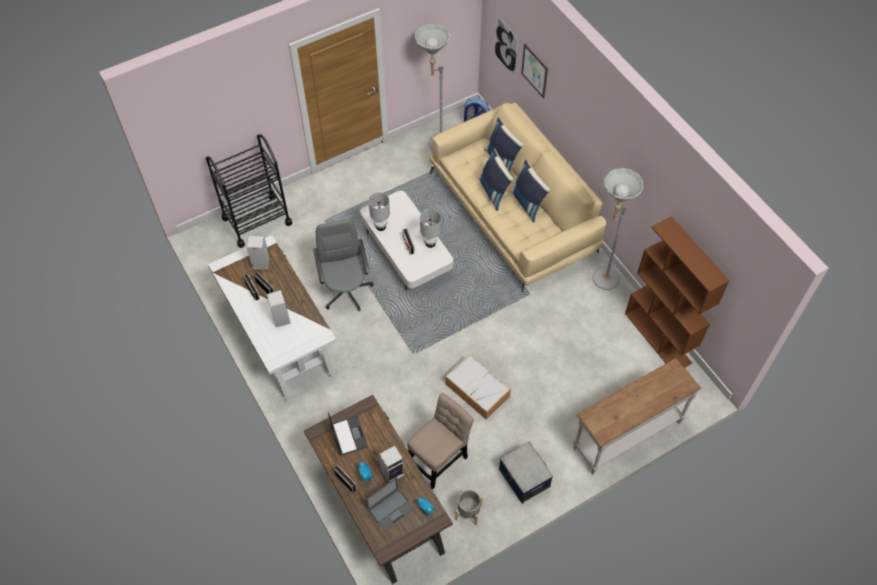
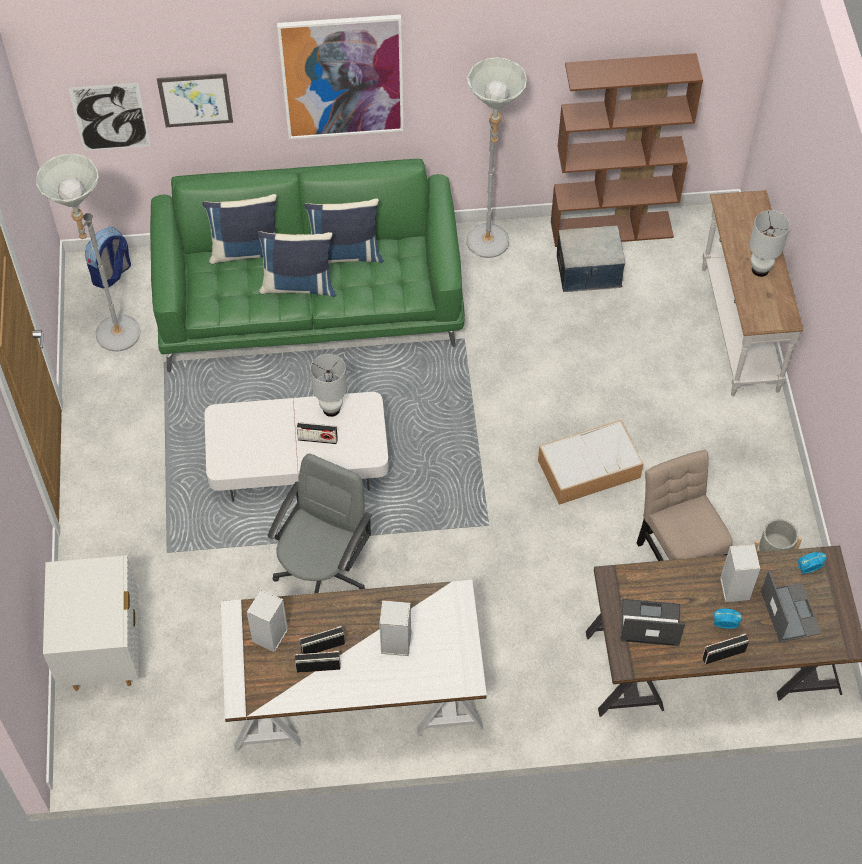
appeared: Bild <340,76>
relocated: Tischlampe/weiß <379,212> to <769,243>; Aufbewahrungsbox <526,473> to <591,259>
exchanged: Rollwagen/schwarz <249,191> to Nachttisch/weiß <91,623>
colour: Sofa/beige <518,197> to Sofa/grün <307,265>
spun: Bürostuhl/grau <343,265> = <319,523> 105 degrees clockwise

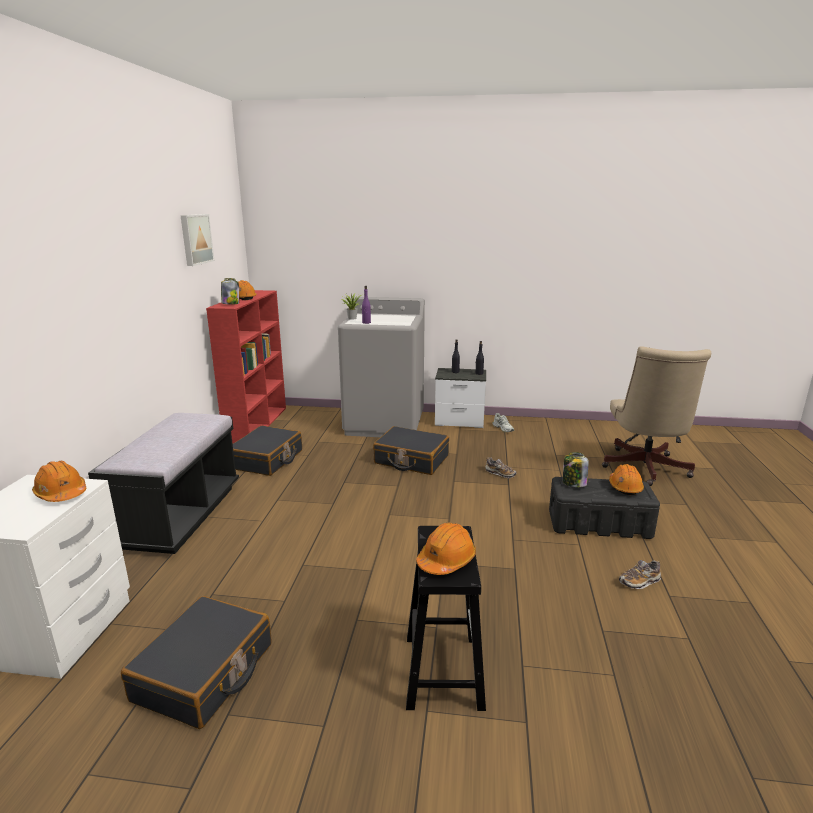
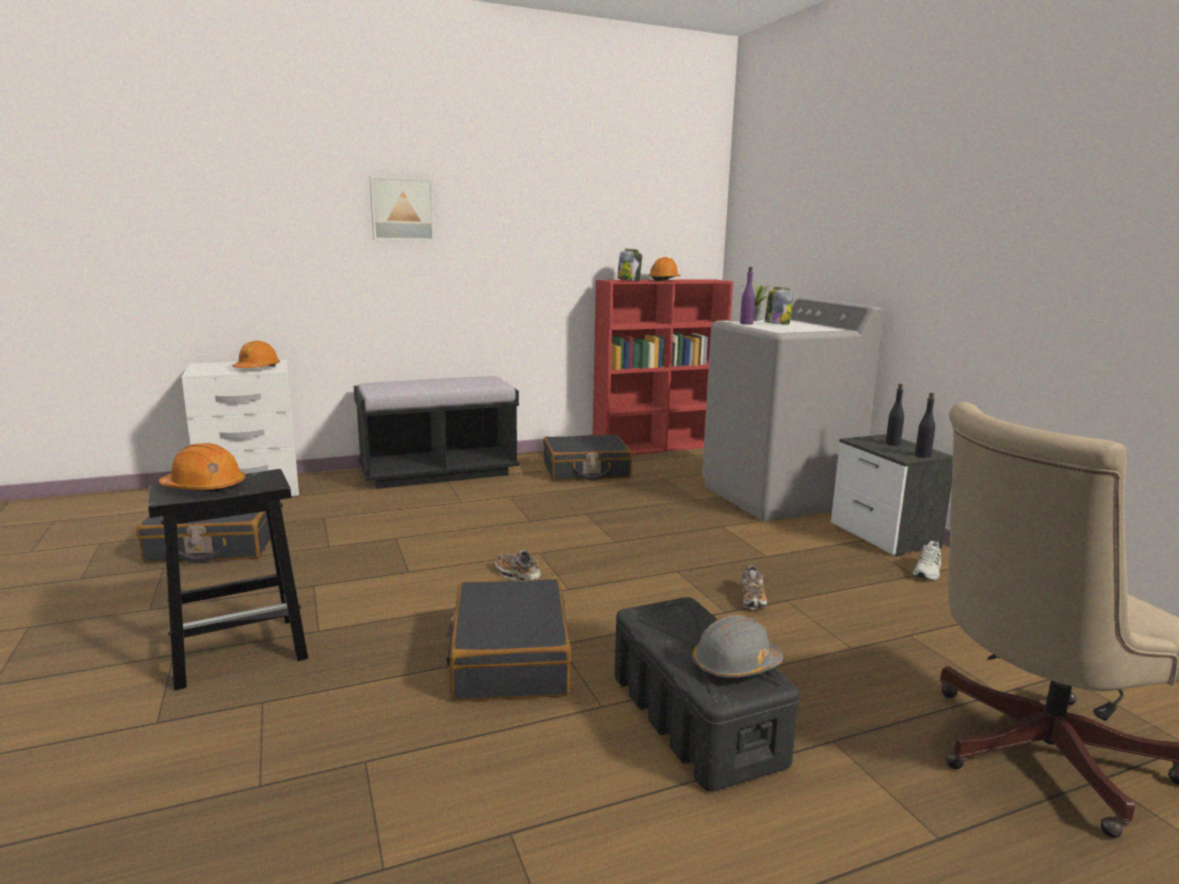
relocated: Bild <197,240> to <402,208>; Koffer/schwarz <411,450> to <509,640>; Vorratsglas <575,469> to <779,306>; Schuh <640,574> to <517,565>
colour: Schutzhelm/orange <626,479> to Schutzhelm/grau <737,646>

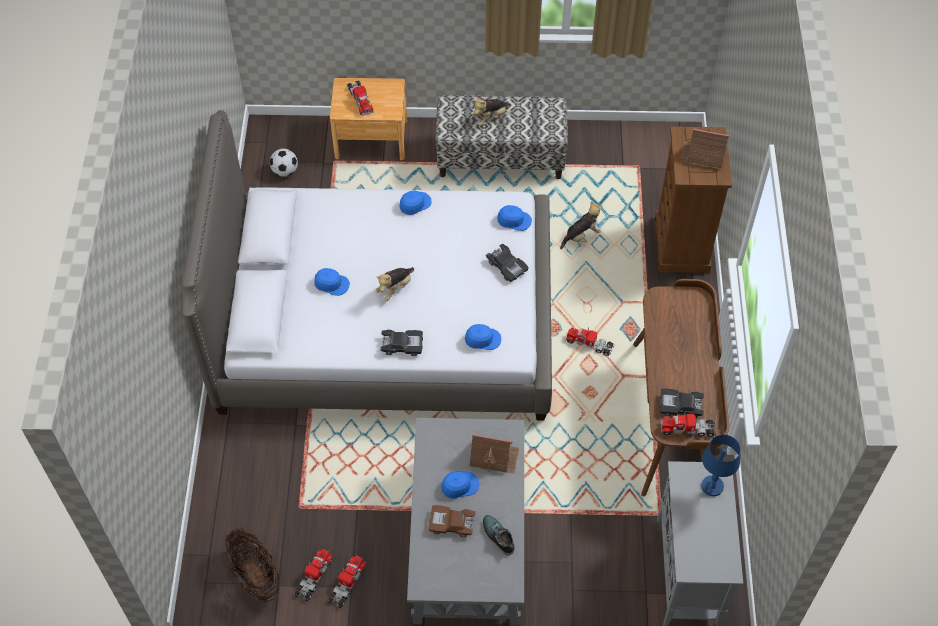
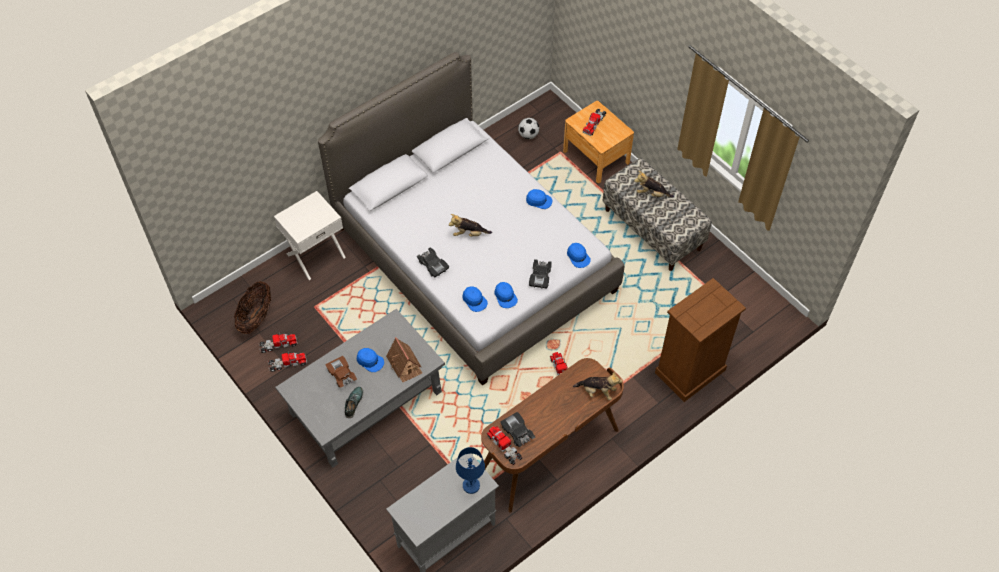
missing: Spielzeughaus <704,148>
appeared: Nachttisch/weiß <310,235>
relocated: Kappe/blau <332,282> to <506,295>; Plüschtier <581,225> to <597,385>

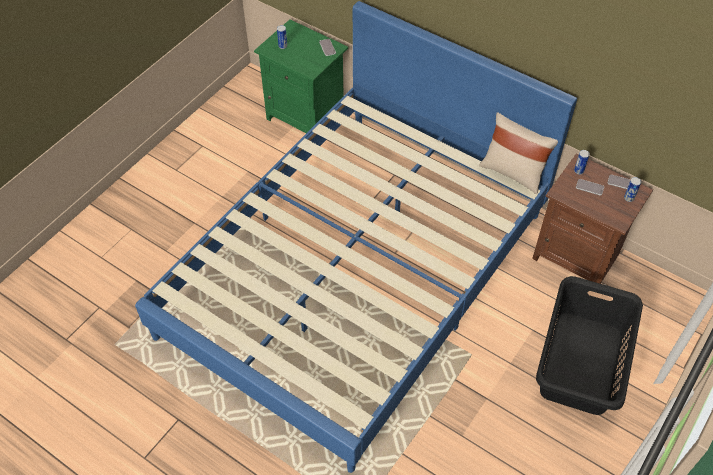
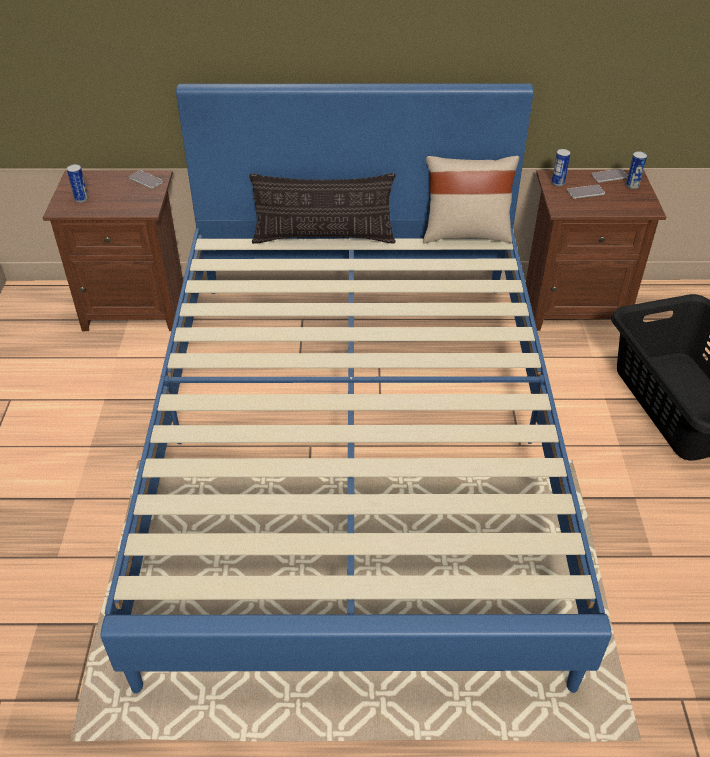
appeared: Kissen <323,208>
colour: Nachttisch/grün <301,76> to Nachttisch/braun <113,251>

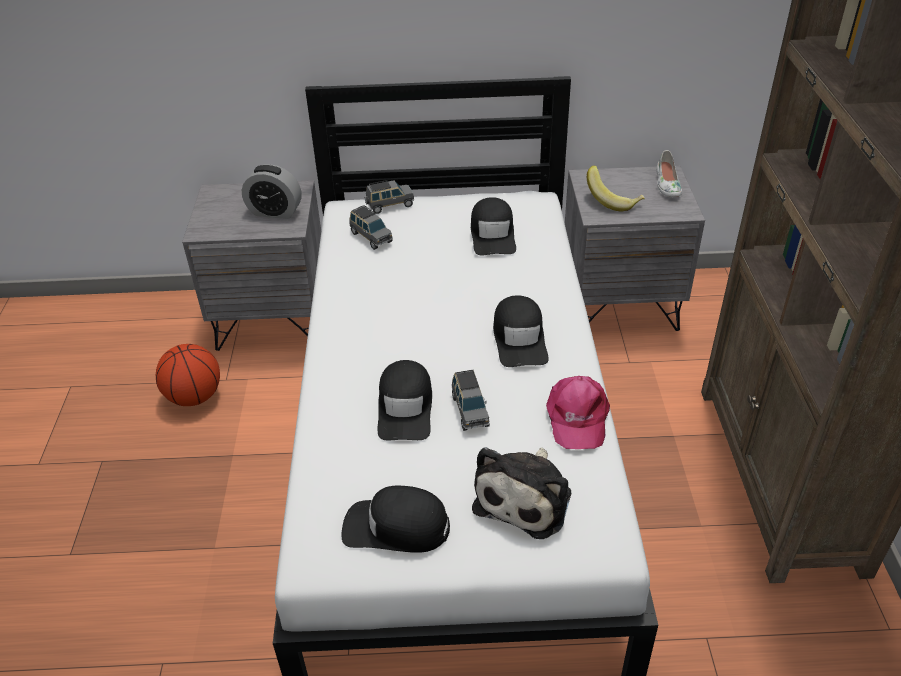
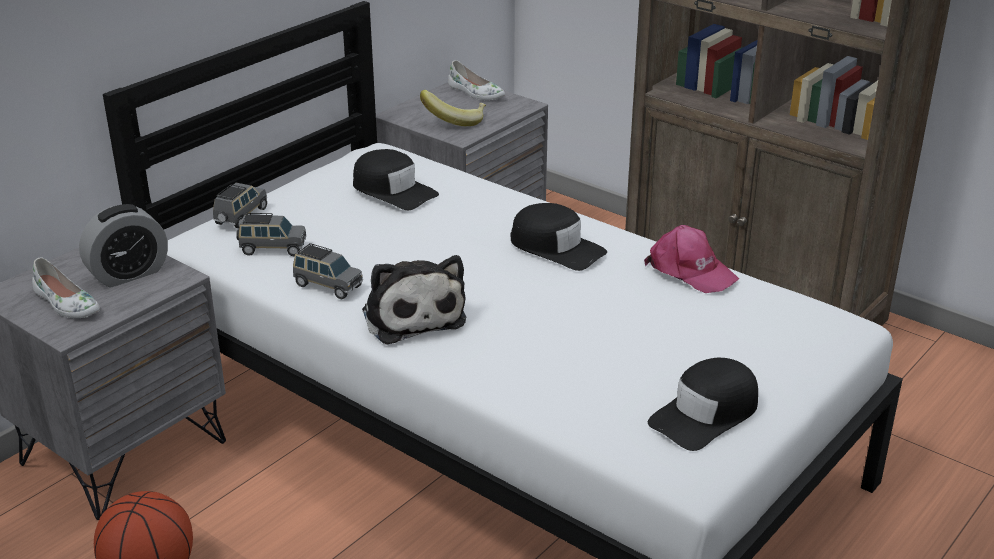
missing: Kappe/schwarz <405,400>
appeared: Schuh/weiß <66,287>
relocated: Spielzeugauto/grau <471,400> to <328,271>; Plüschtier <521,493> to <414,300>

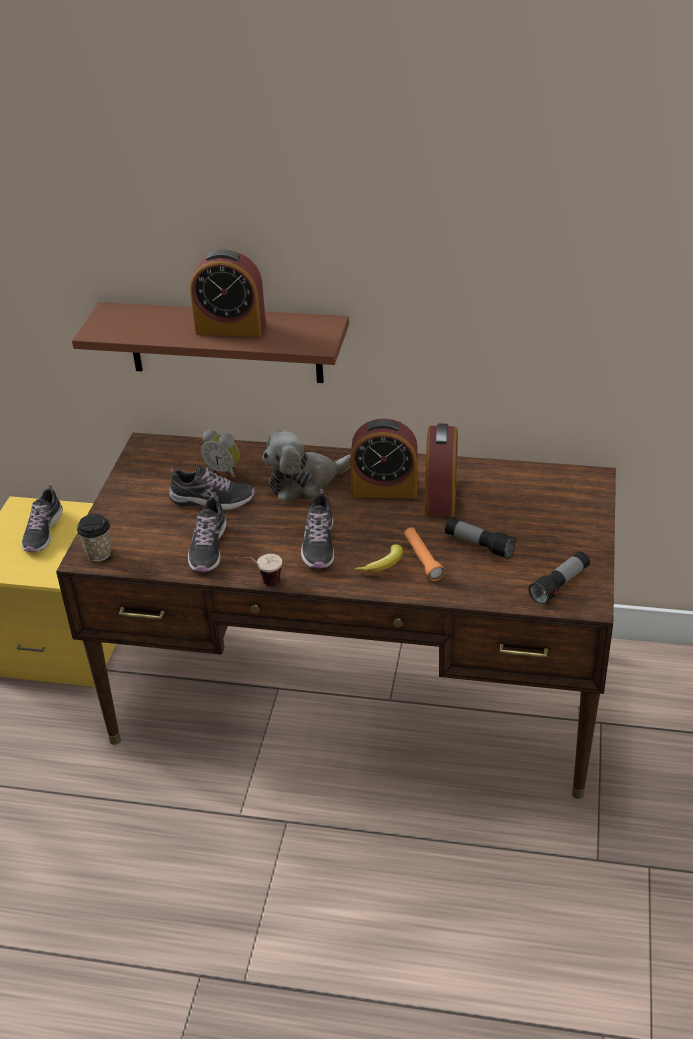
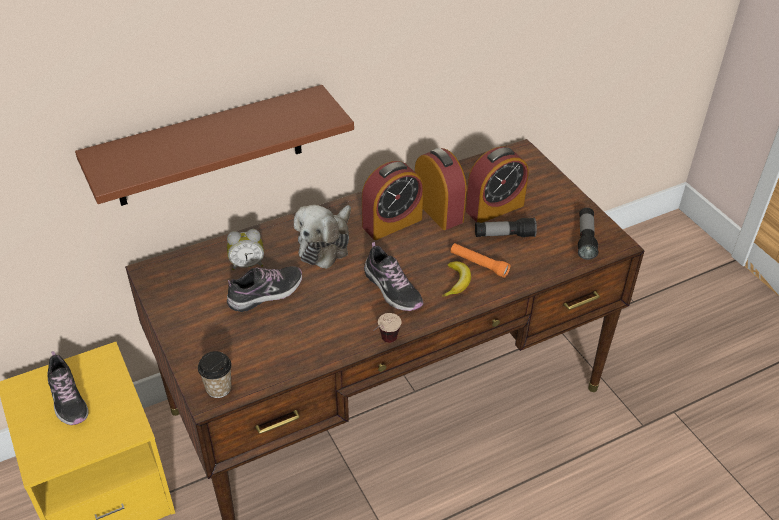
missing: Schuh <207,532>
relocated: Wecker <228,293> to <496,184>

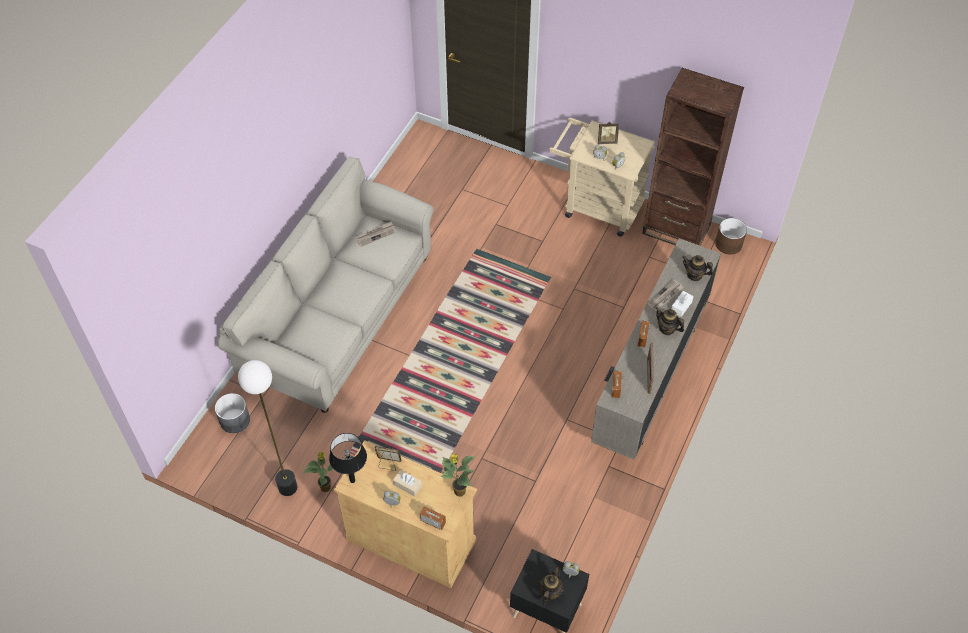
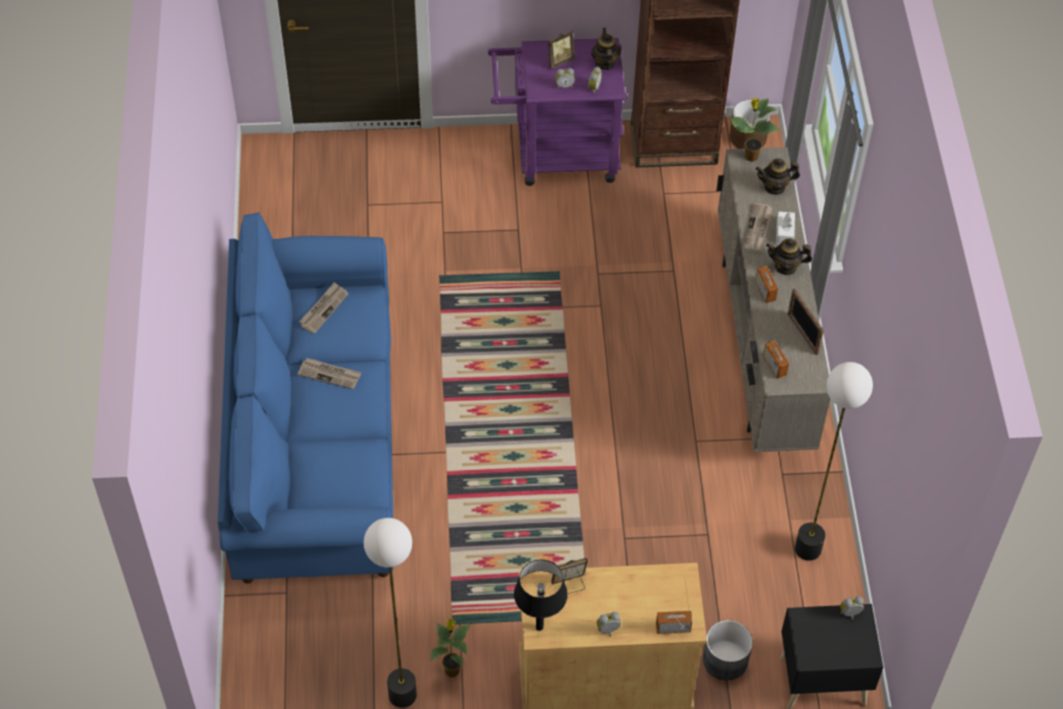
missing: Taschentuchbox/beige <407,483>
appeared: Zeitung <329,374>; Stehlampe <834,461>
relocated: Pflanzkübel/grau <232,413> to <728,650>; Topfpflanze <458,475> to <754,130>; Teekanne <551,585> to <606,49>
colour: Sofa/beige <326,284> to Sofa/blau <306,398>; Rollwagen/beige <602,177> to Rollwagen/lila <557,112>

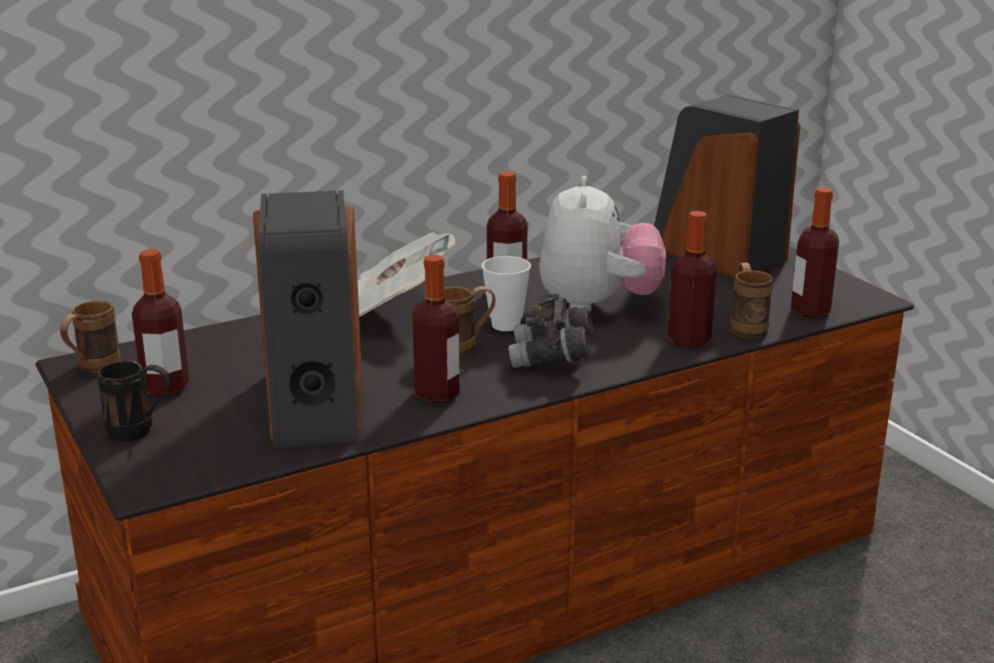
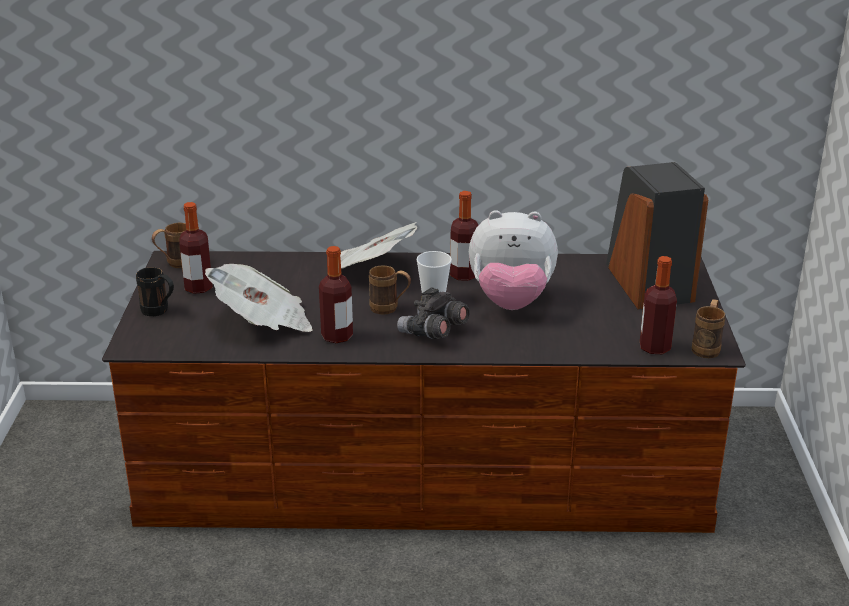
missing: Flasche <692,279>
relocated: Henkelbecher/braun <751,300> to <708,328>
exchanged: Lautsprecher <307,319> to Zeitung <259,298>
spun: Plüschtier <602,244> = <513,260> 60 degrees clockwise

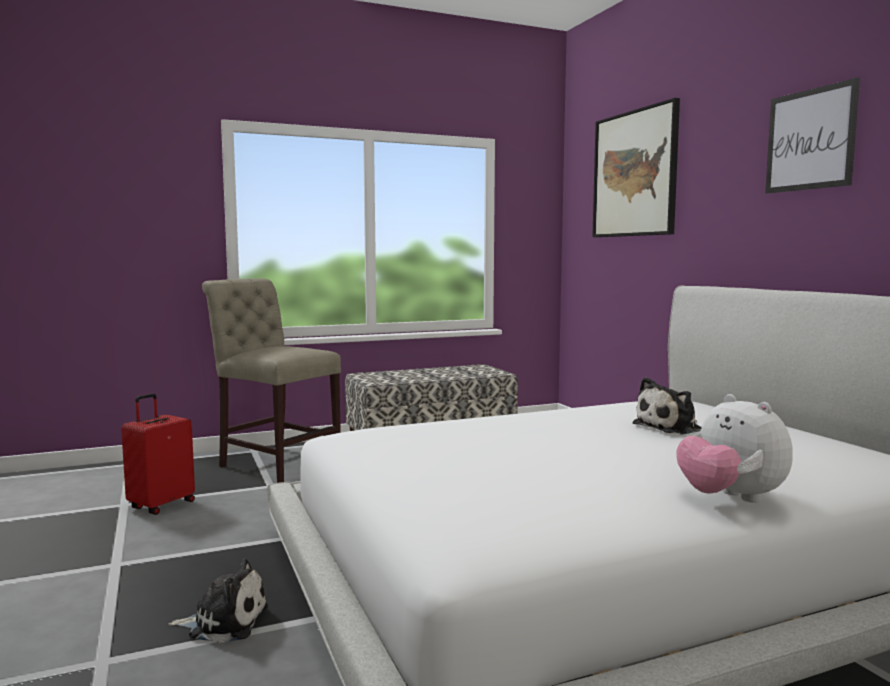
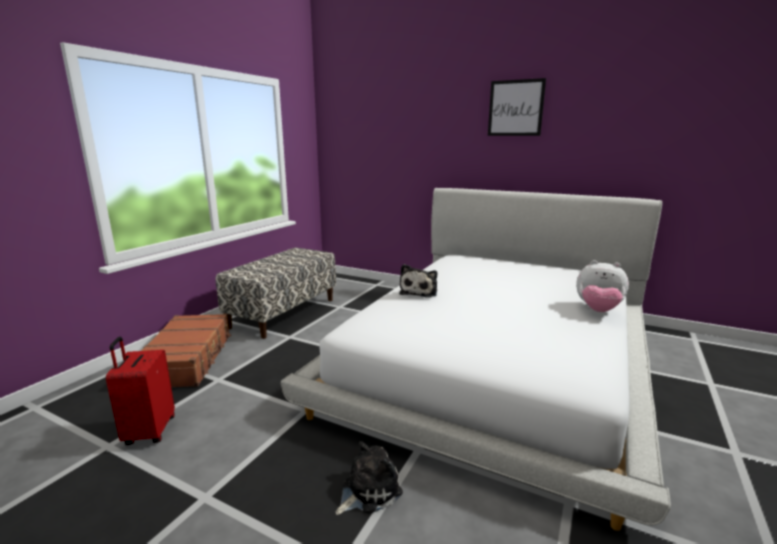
missing: Bild <636,167>
relocated: Plüschtier <667,405> to <418,281>
exchanged: Stuhl/beige <271,380> to Koffer/braun <186,350>

